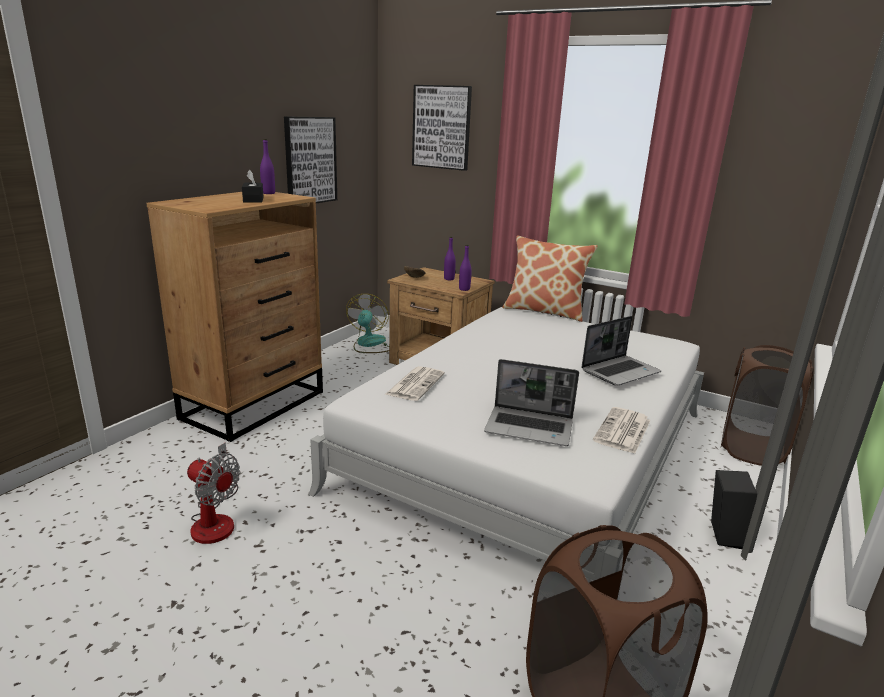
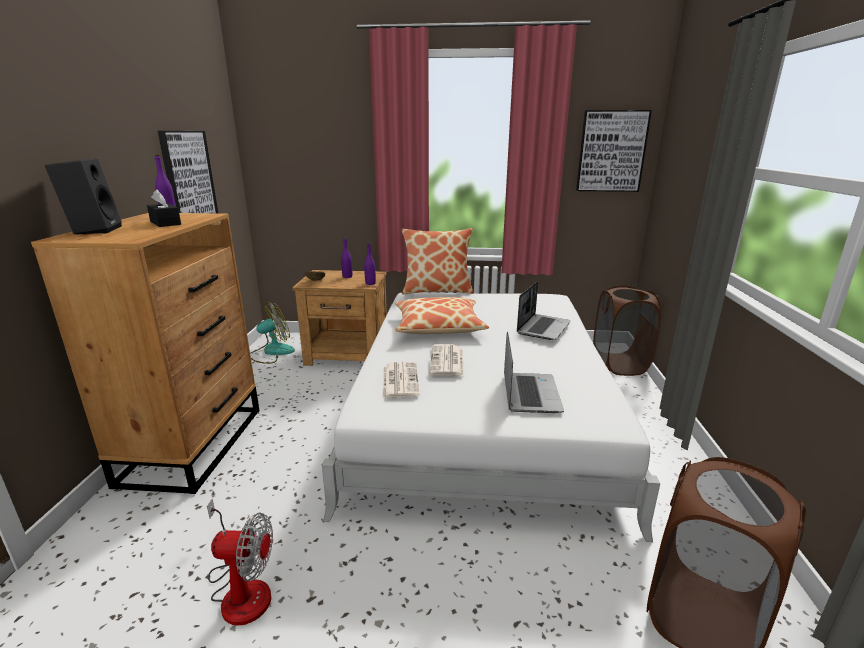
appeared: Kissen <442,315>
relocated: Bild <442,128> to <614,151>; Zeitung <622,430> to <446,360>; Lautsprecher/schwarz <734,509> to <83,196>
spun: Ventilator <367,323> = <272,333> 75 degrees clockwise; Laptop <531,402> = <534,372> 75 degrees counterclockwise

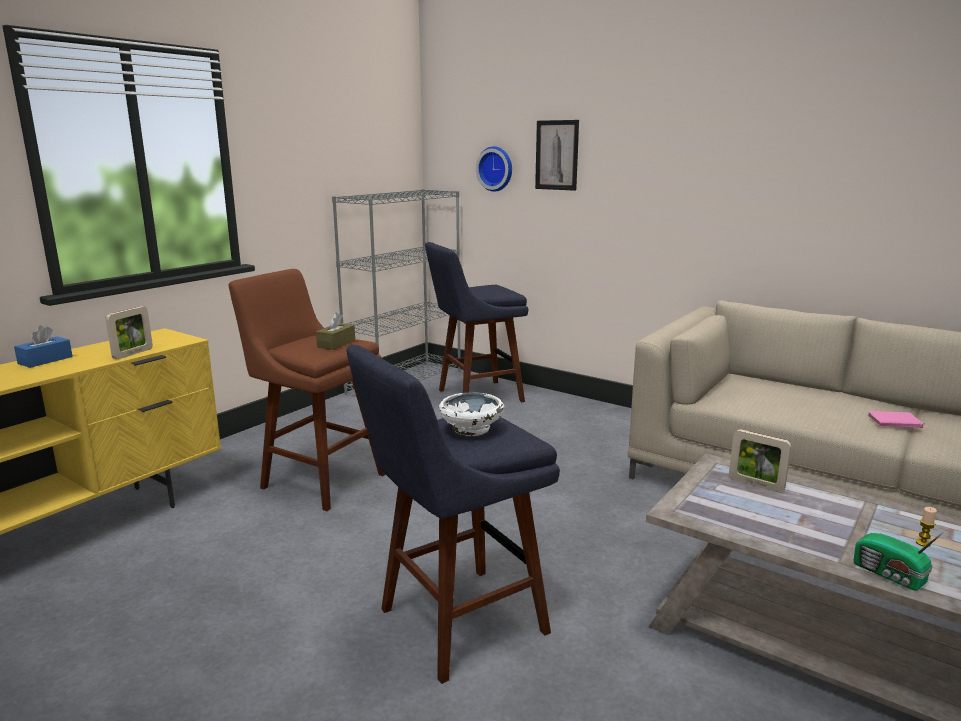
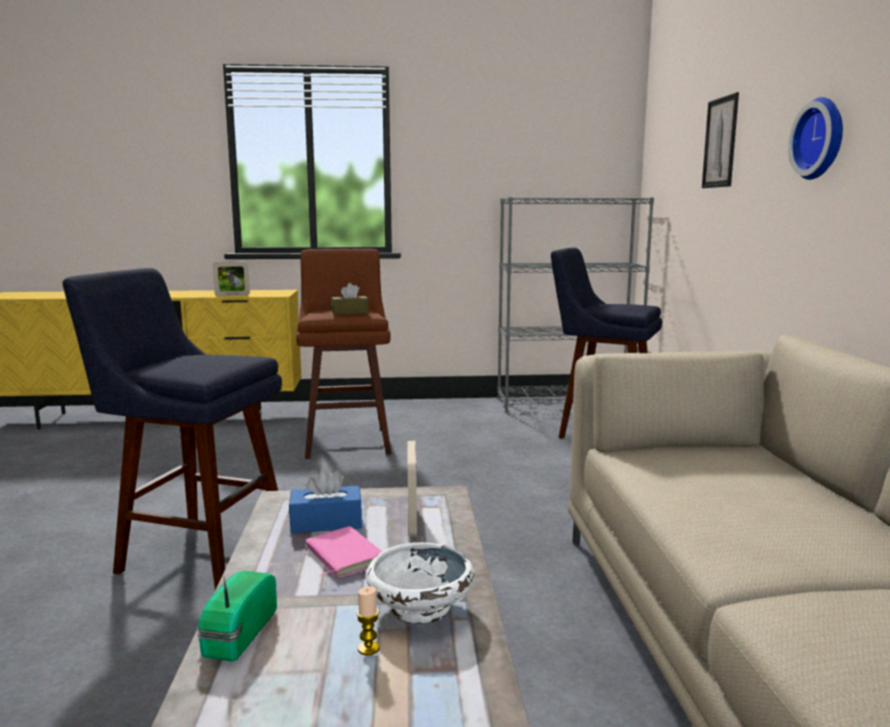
relocated: Taschentuchbox/blau <43,347> to <325,500>; Schüssel/weiß <471,415> to <420,583>; Wanduhr <494,169> to <815,138>; Buch/rosa <898,419> to <344,552>

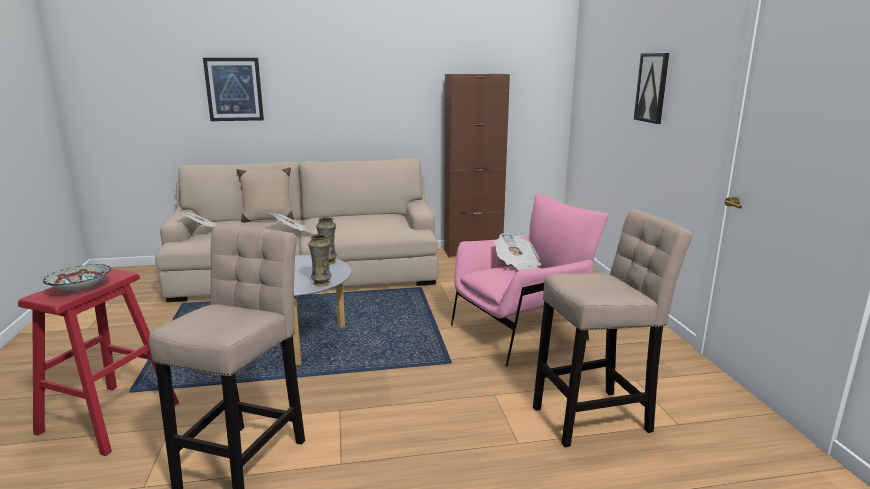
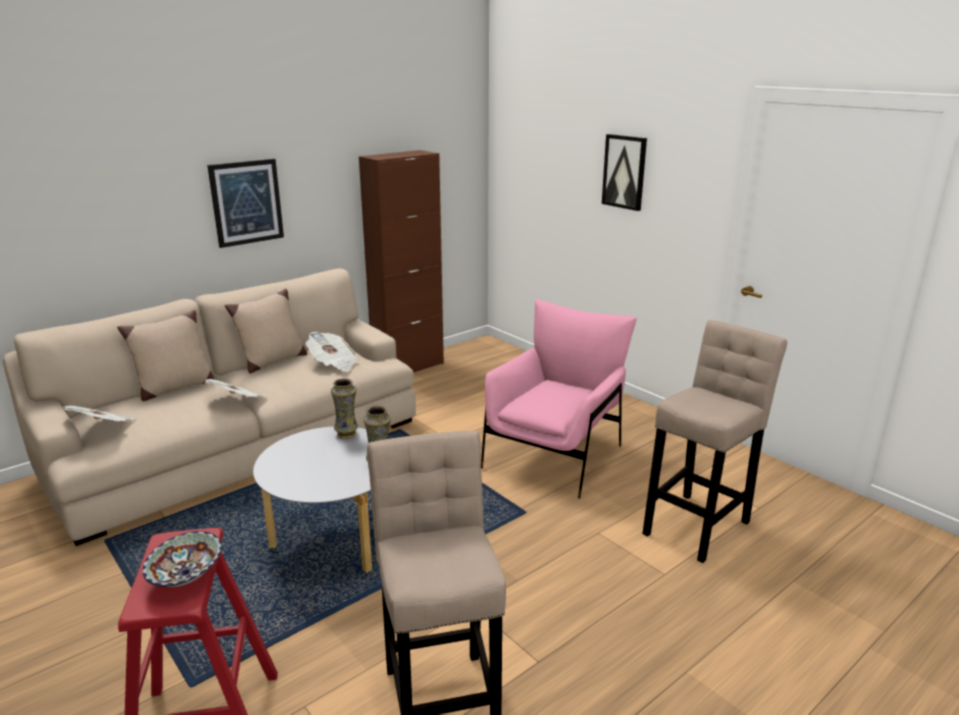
appeared: Kissen/beige <266,331>
relocated: Bild <233,89> to <245,203>; Zeitung <518,252> to <332,352>

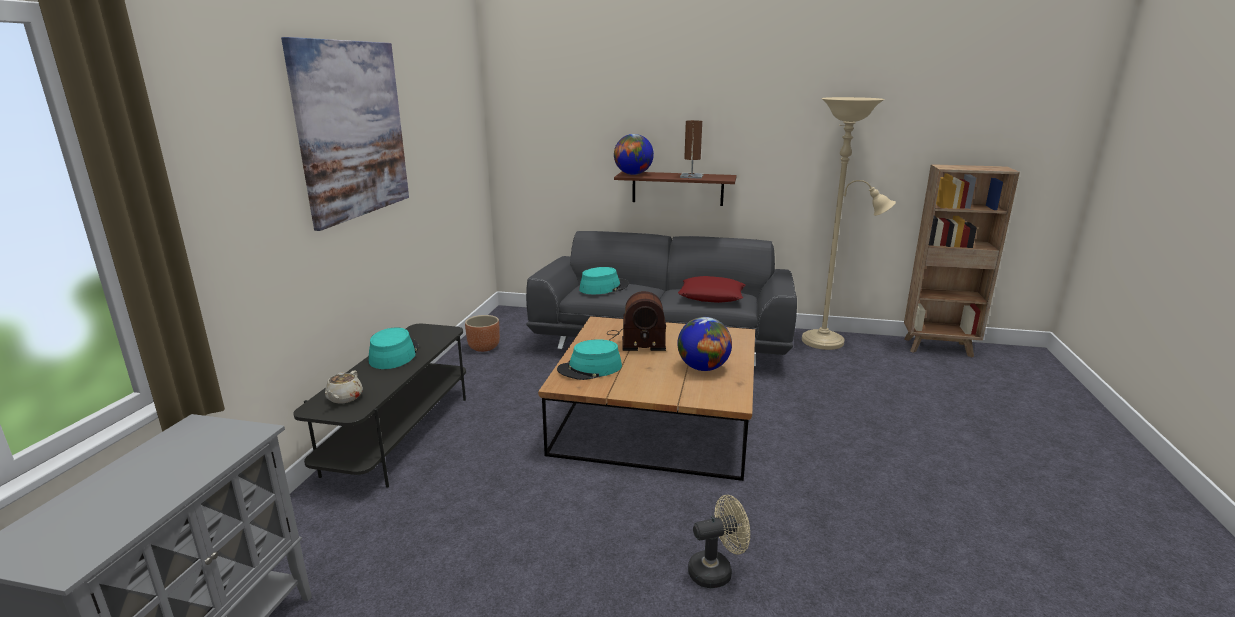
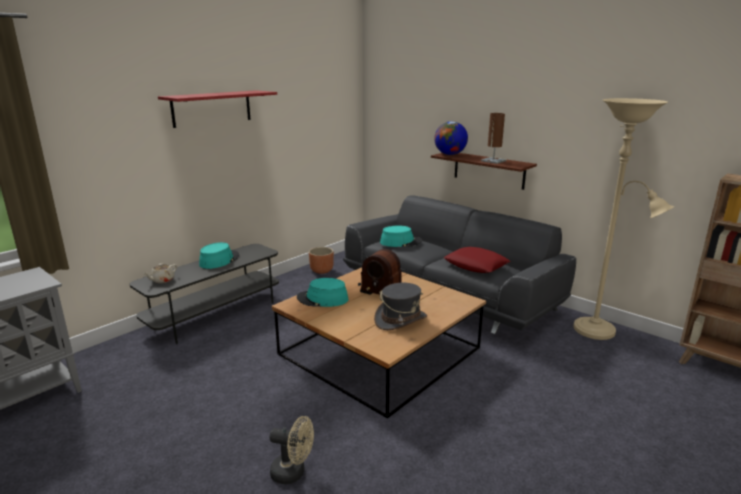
exchanged: Bild <345,134> to Wandregal/rot <217,109>; Globus <704,344> to Hut/grau <400,306>

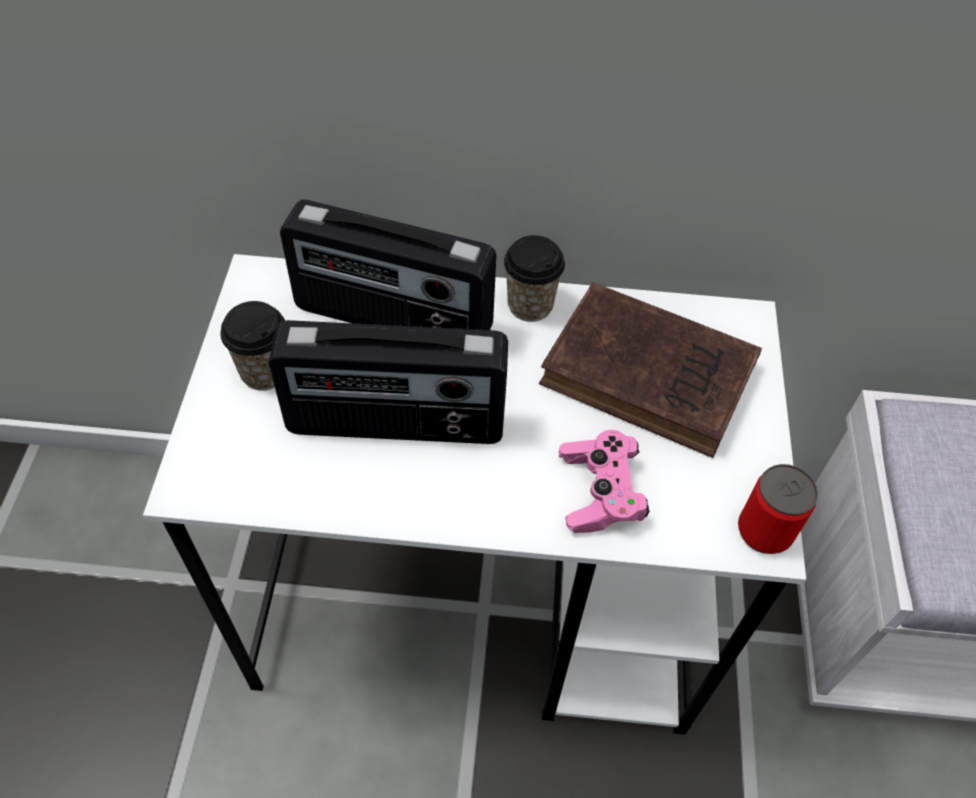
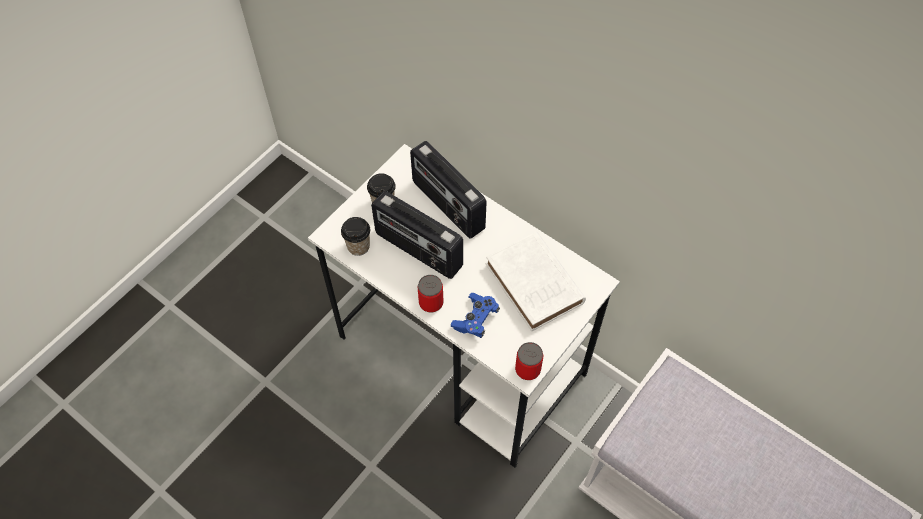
appeared: Dose <431,294>
relocated: Tasse <534,278> to <355,236>
colour: Buch/braun <650,370> to Buch/weiß <536,281>; Gamepad/rosa <604,481> to Gamepad/blau <475,315>

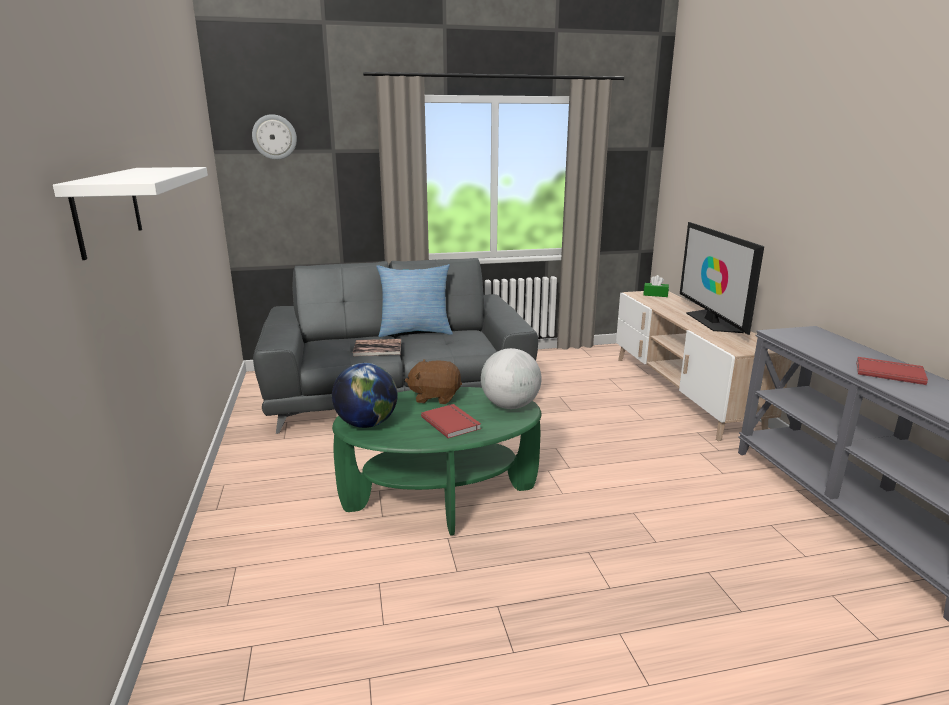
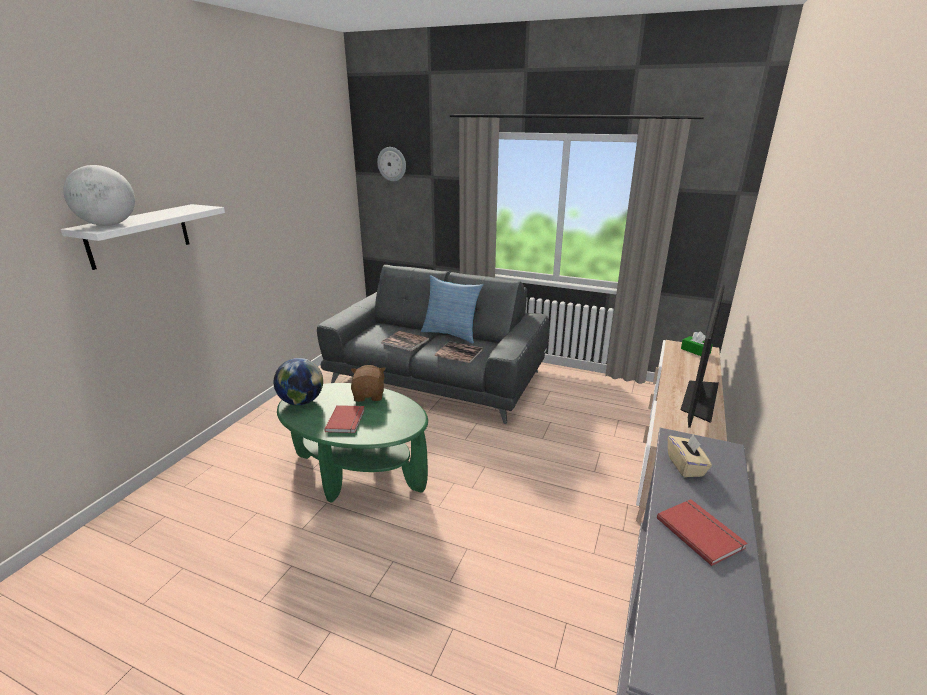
appeared: Buch <459,352>; Taschentuchbox/beige <690,455>
relocated: Globus <511,378> to <99,195>
spun: Plüschtier/braun <433,381> = <368,383> 45 degrees clockwise

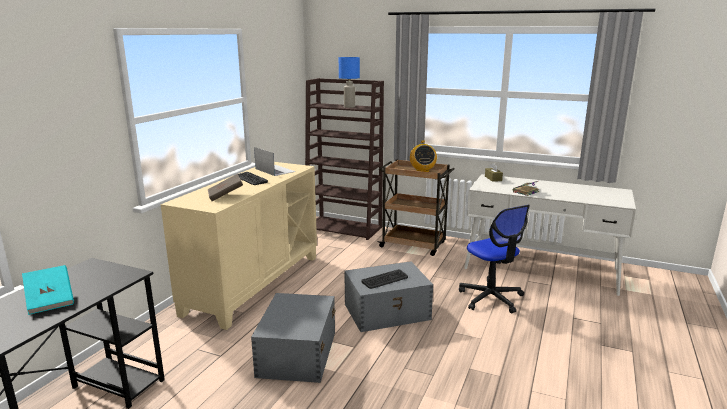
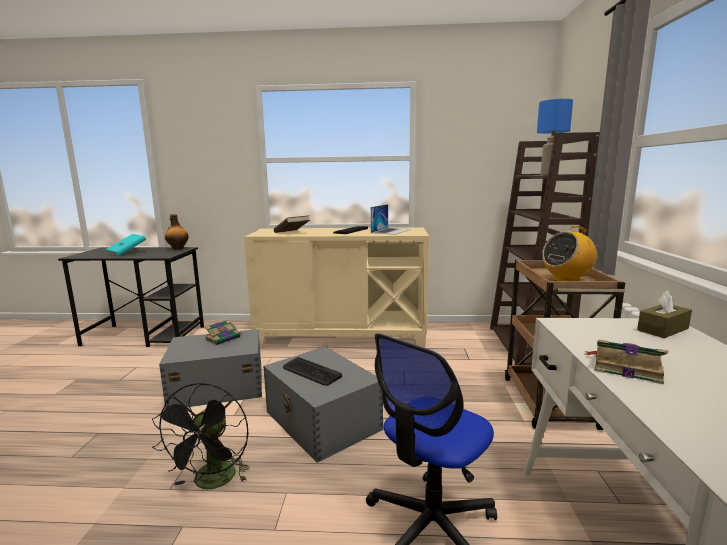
appeared: Ventilator/schwarz <201,435>; Flasche <176,231>; Buch <224,332>

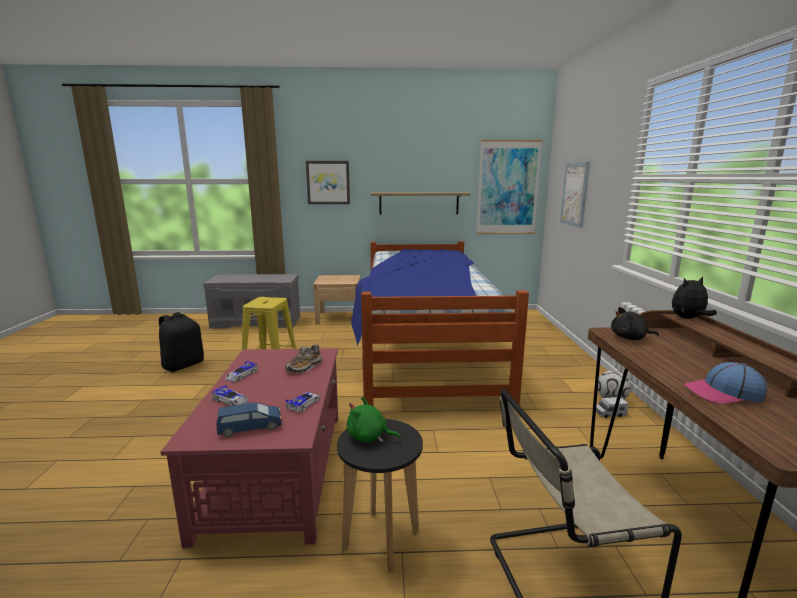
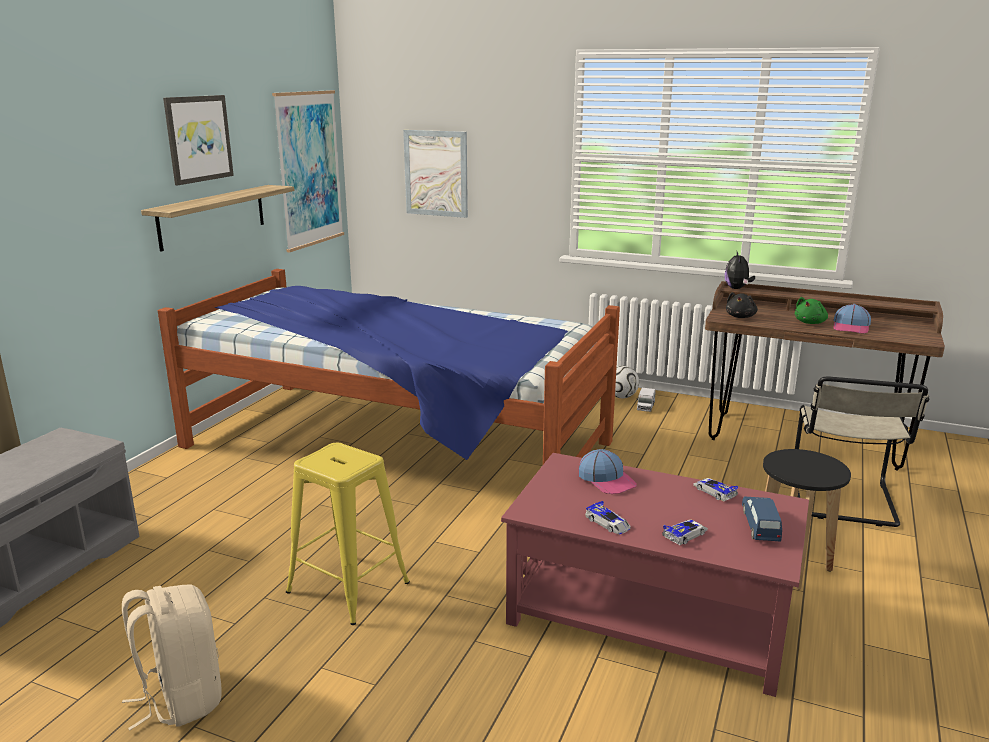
missing: Nachttisch/beige <336,299>
relocated: Bild <328,182> to <198,140>; Plüschtier/grün <374,419> to <811,310>
exchanged: Schuh <303,358> to Kappe <608,471>
colour: Rucksack/schwarz <181,342> to Rucksack/beige <172,657>

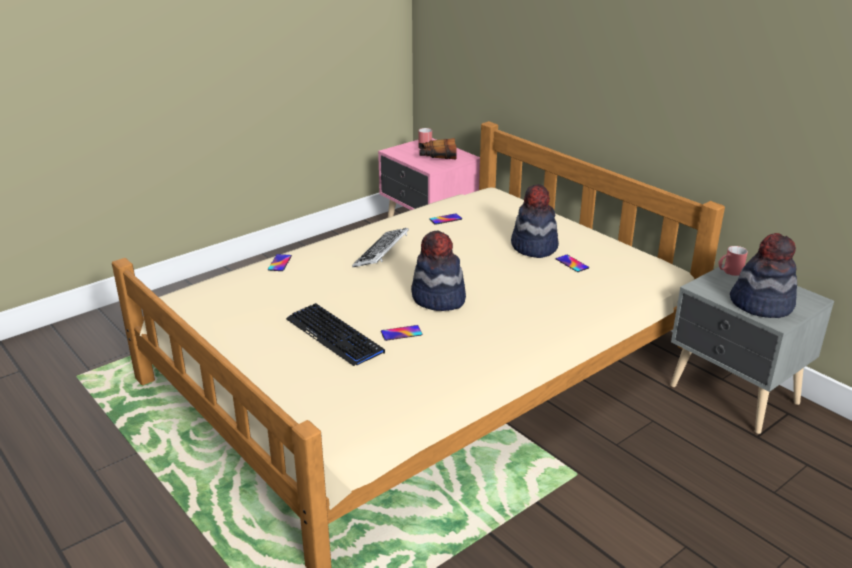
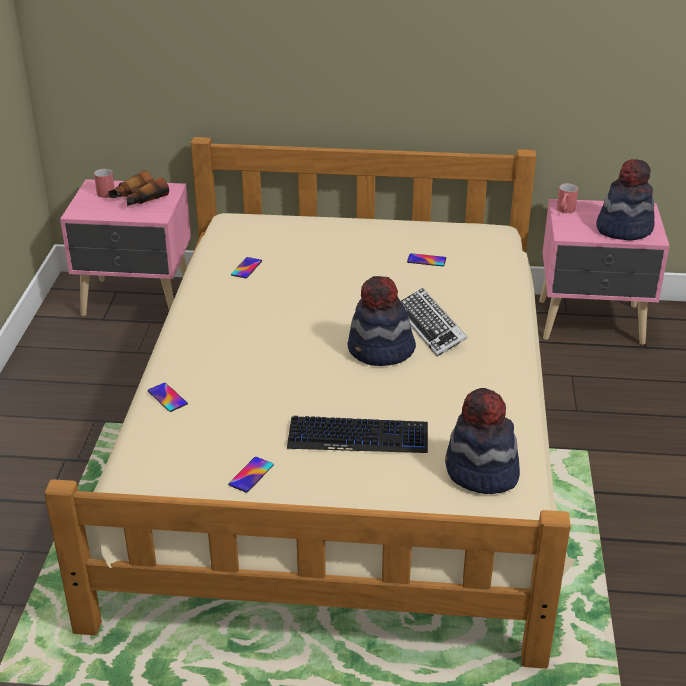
relocated: Tastatur <380,248> to <434,322>; Handy <402,333> to <251,474>; Hut <535,221> to <482,441>
colour: Nachttisch/grau <752,349> to Nachttisch/rosa <604,272>

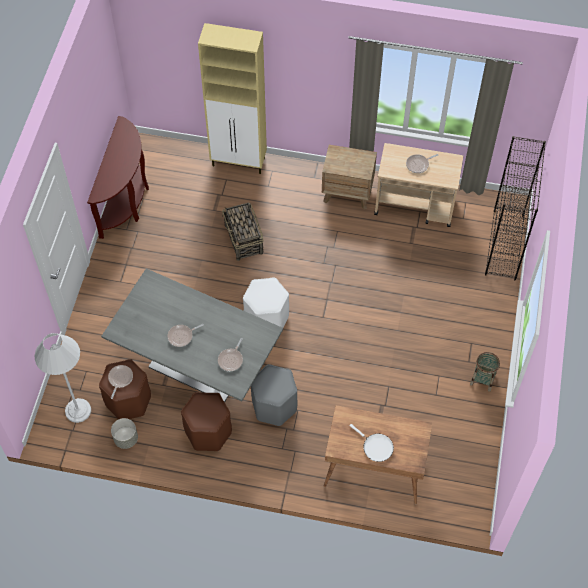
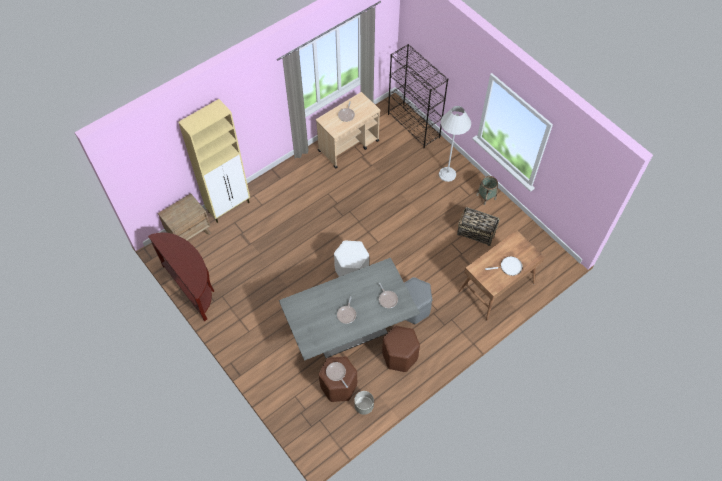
relocated: Stehlampe/weiß <63,378> to <455,144>; Korb <243,232> to <478,226>; Nachttisch/braun <349,177> to <184,216>

